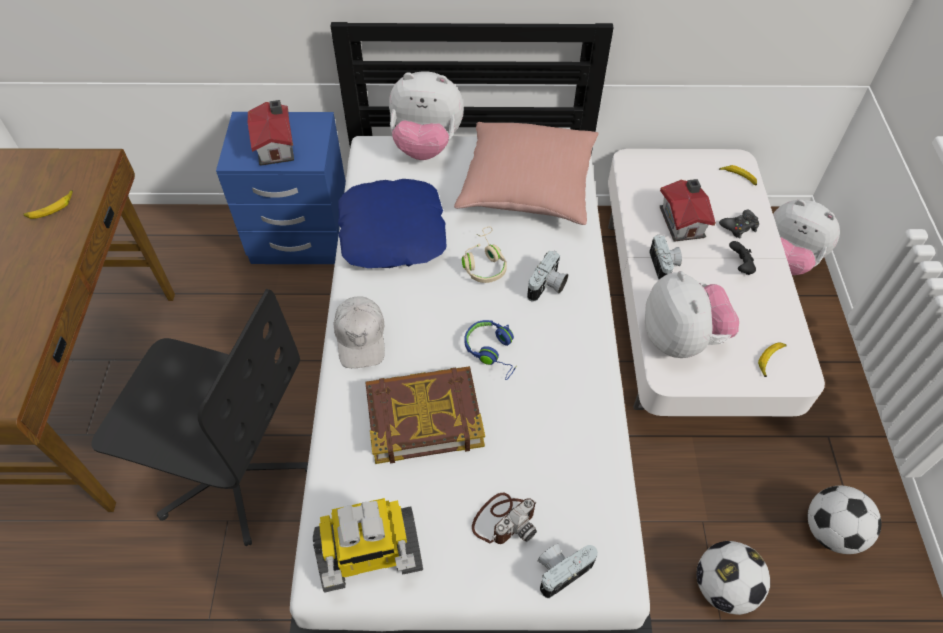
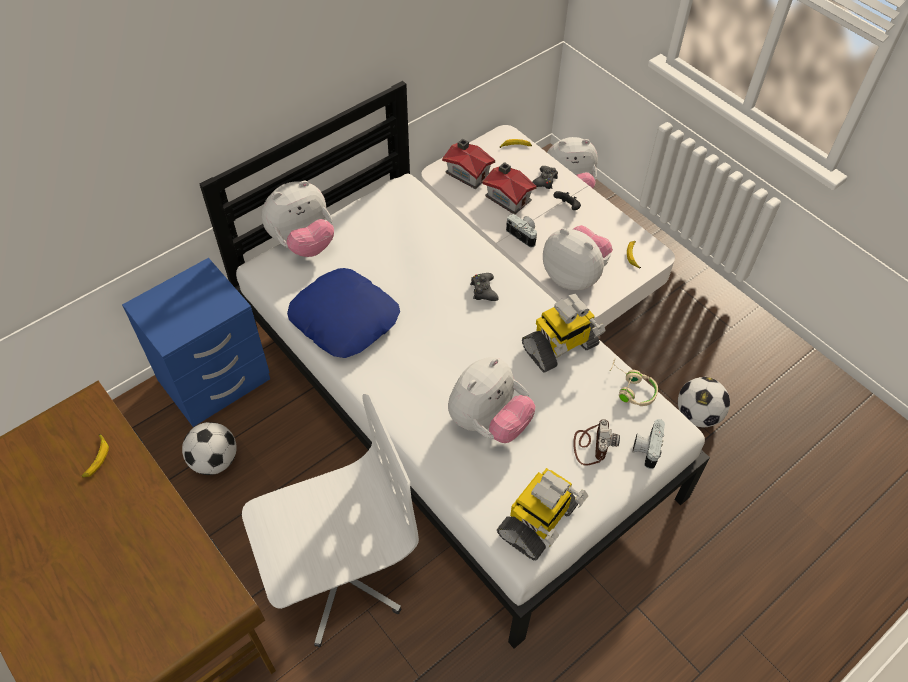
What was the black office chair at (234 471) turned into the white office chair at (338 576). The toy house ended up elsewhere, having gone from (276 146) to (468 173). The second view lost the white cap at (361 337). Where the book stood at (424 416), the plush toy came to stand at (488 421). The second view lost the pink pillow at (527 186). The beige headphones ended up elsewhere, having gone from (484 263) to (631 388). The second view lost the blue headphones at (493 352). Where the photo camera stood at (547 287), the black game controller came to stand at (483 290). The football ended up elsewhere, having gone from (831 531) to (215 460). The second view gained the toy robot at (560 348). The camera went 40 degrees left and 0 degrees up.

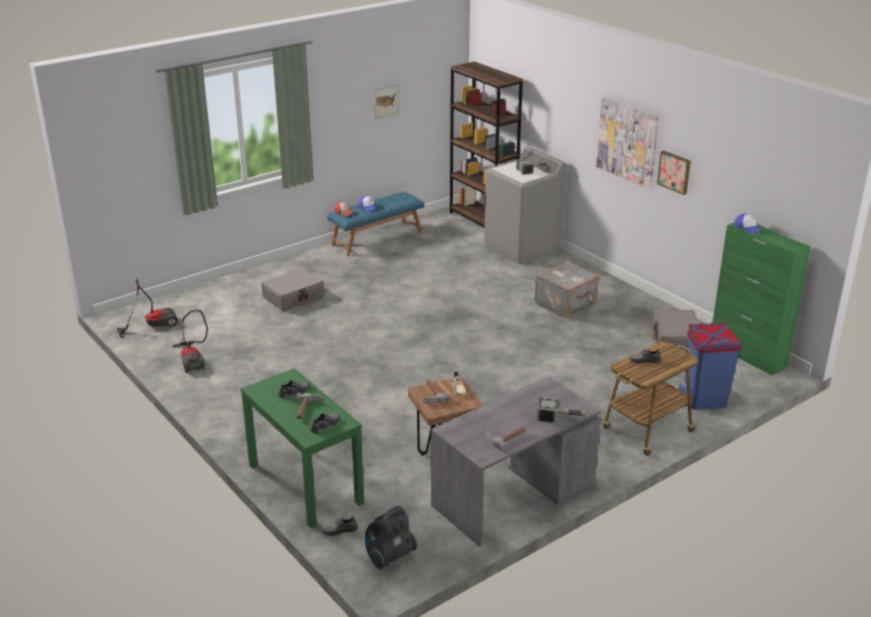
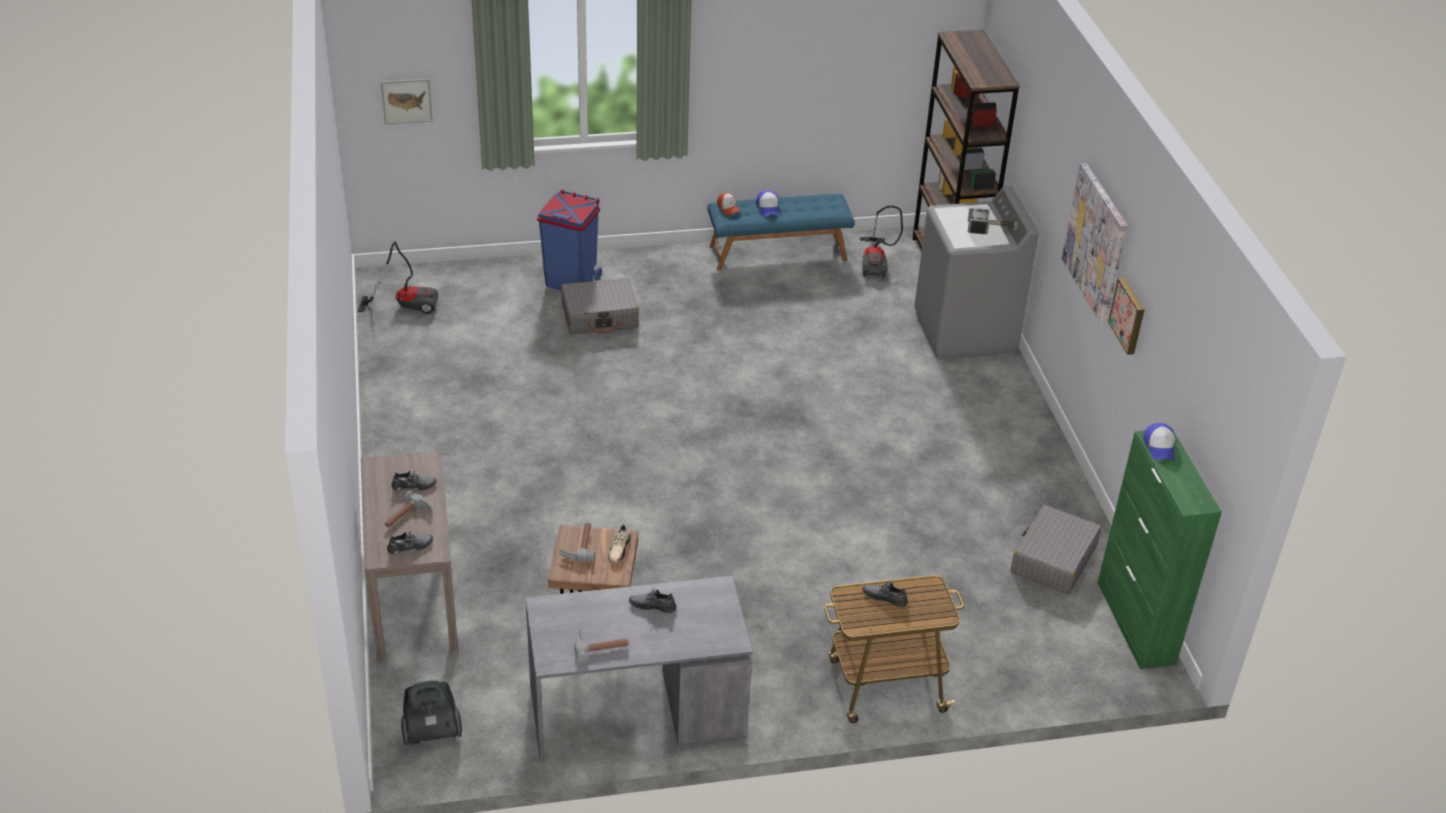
The vacuum cleaner ended up elsewhere, having gone from (192 360) to (876 262). What was the green console table at (304 483) turned into the brown console table at (413 596). The grey shoe ended up elsewhere, having gone from (340 530) to (652 605). The picture ended up elsewhere, having gone from (385 101) to (406 101). The second view lost the grey suitcase at (566 304). The second view lost the hammer at (561 417). The blue trash can ended up elsewhere, having gone from (704 399) to (571 281). The camera went 25 degrees right and 10 degrees up.

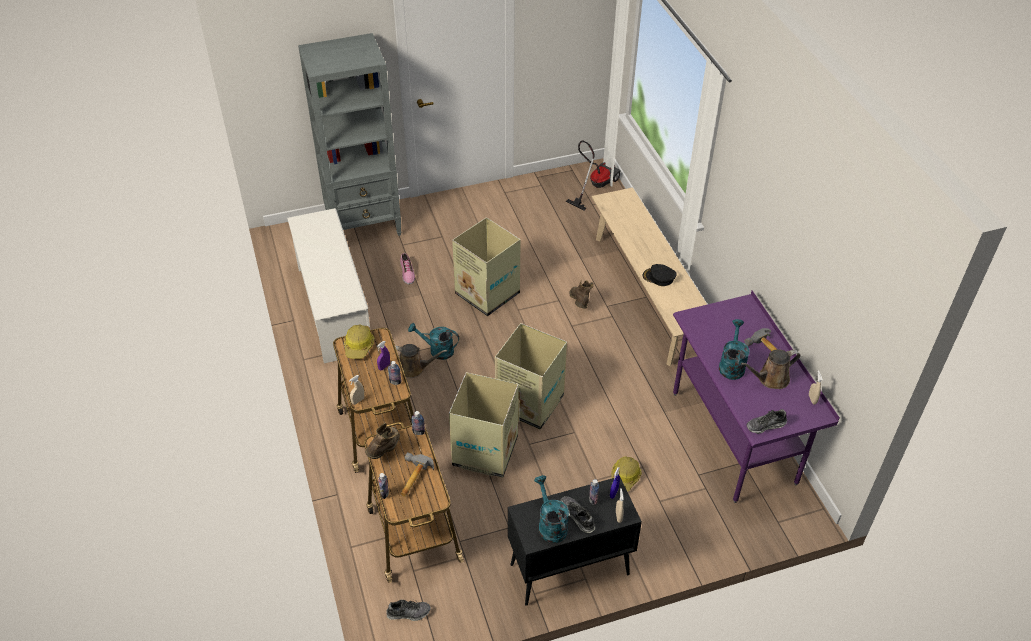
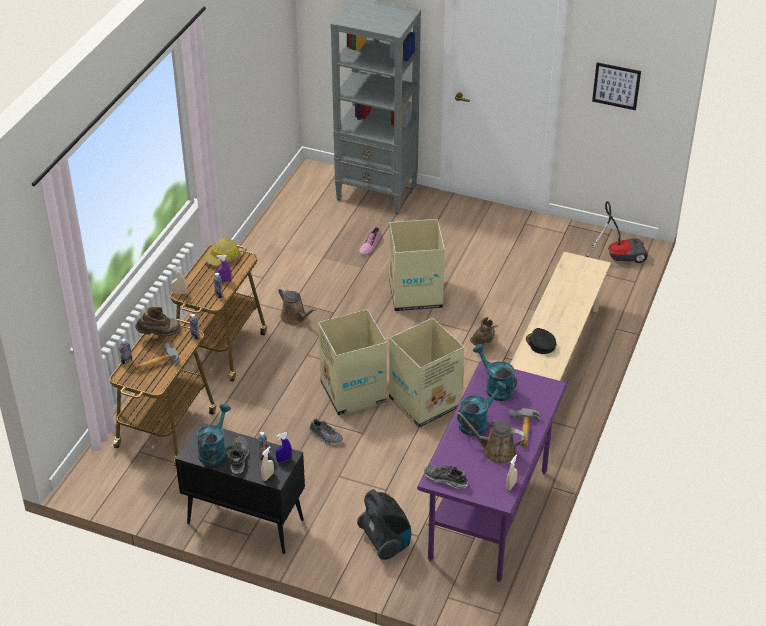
The second view lost the white shoe rack at (334 309). The shoe ended up elsewhere, having gone from (408 613) to (326 437). The turquoise watering can ended up elsewhere, having gone from (437 350) to (495 388). The cardboard box ended up elsewhere, having gone from (484 452) to (423 403). The second view lost the hard hat at (625 477). The second view gained the vacuum cleaner at (385 542). The second view gained the picture at (616 86). The camera went 40 degrees right and 5 degrees down.

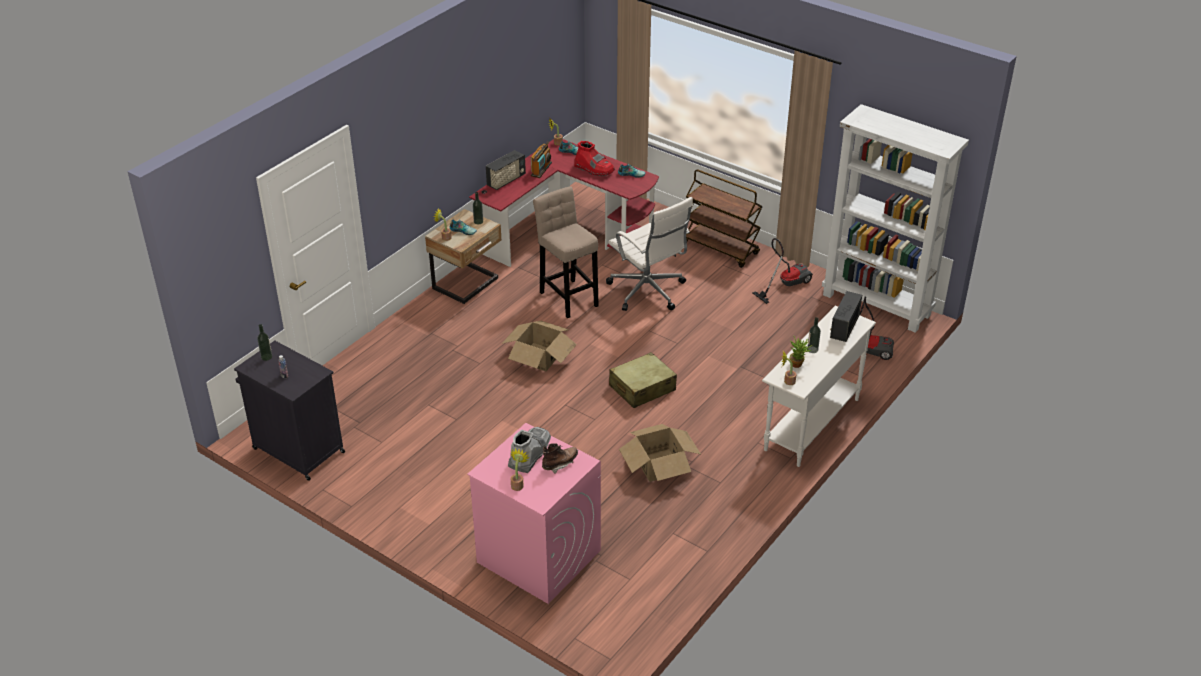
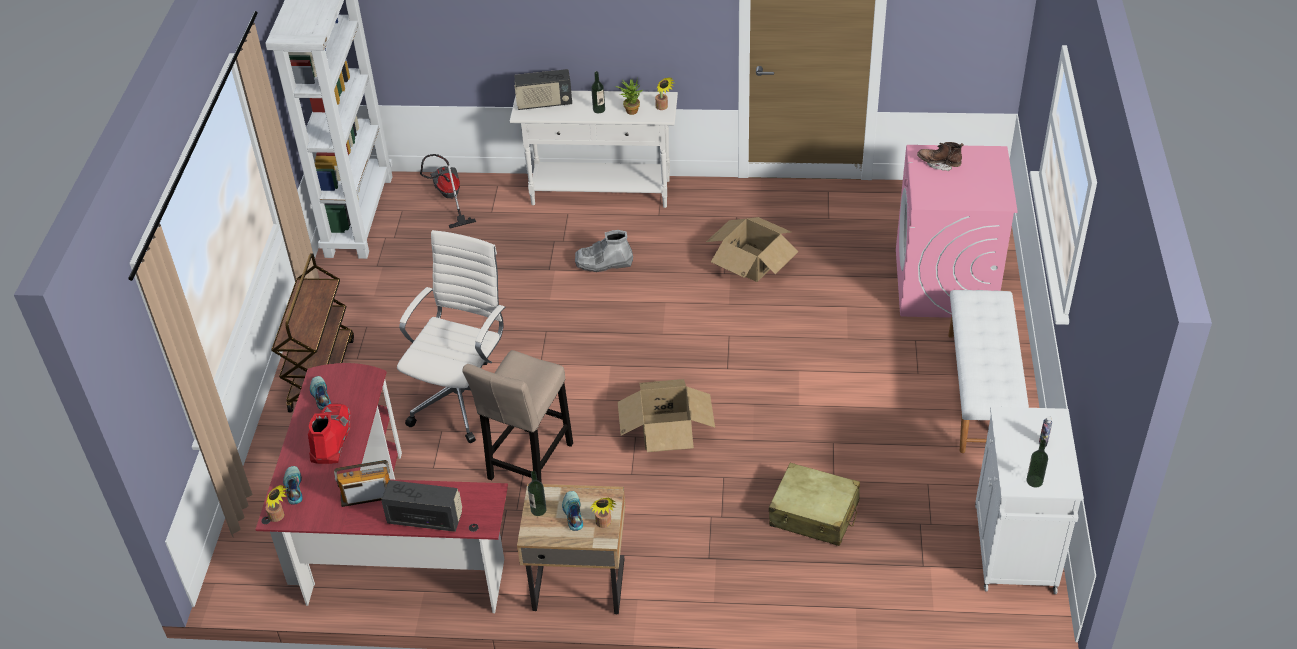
What was the black cabinet at (297 450) turned into the white cabinet at (1015 551). The grey boot ended up elsewhere, having gone from (529 454) to (603 263). The second view lost the potted plant at (518 484). The beige suitcase ended up elsewhere, having gone from (642 388) to (814 514). The second view lost the vacuum cleaner at (785 284). The second view gained the white bench at (982 392). The camera went 120 degrees left and 5 degrees up.

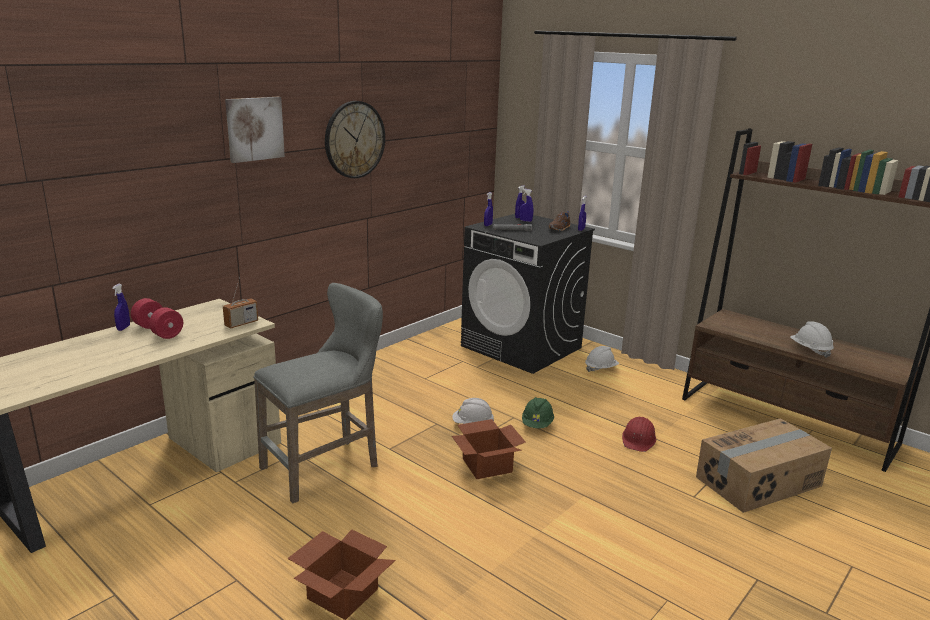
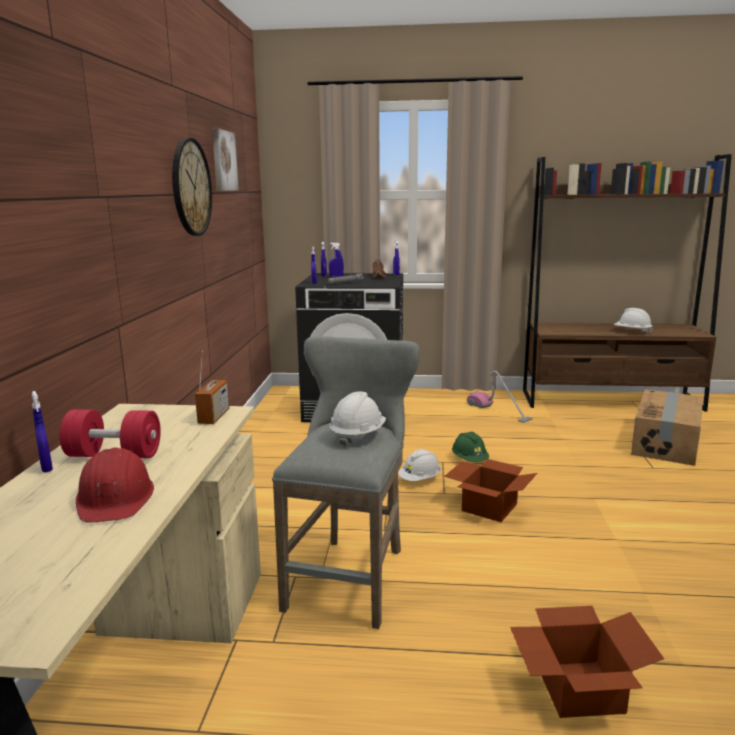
The picture ended up elsewhere, having gone from (254 129) to (223 161). The white hard hat ended up elsewhere, having gone from (601 368) to (357 436). The red hard hat ended up elsewhere, having gone from (638 439) to (115 497). The second view gained the vacuum cleaner at (498 411). The camera went 35 degrees left and 5 degrees down.

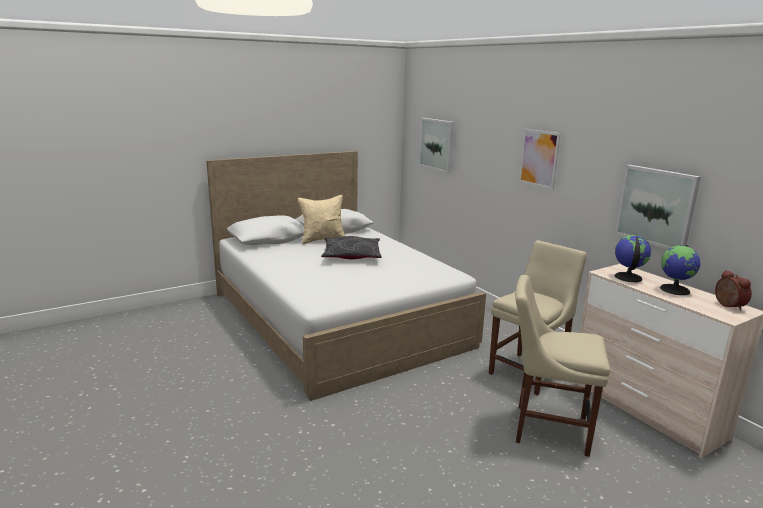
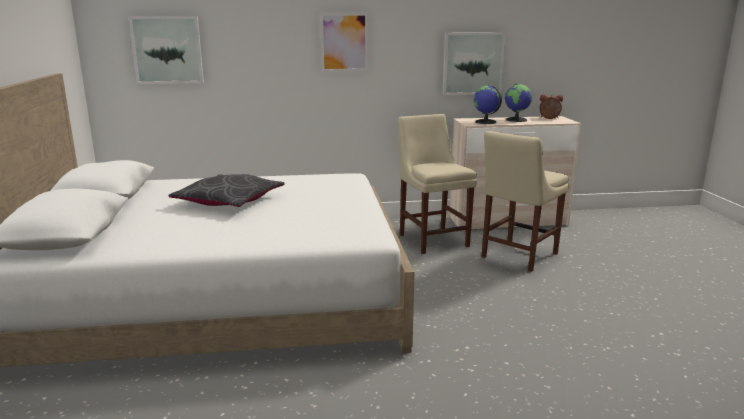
The second view lost the beige pillow at (322 240). The camera went 65 degrees left and 0 degrees up.

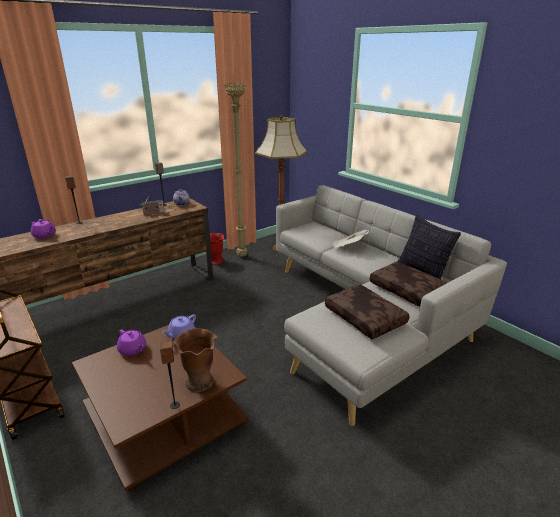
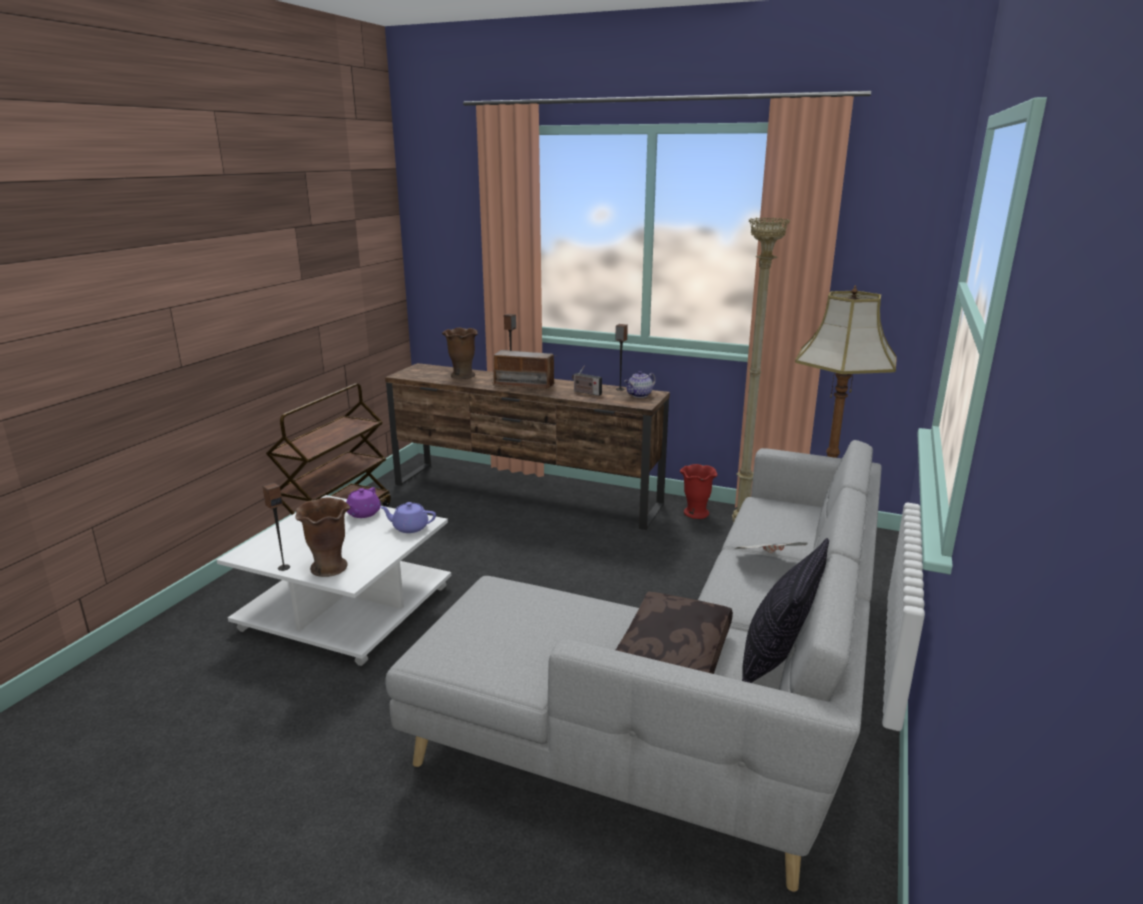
Where the purple teapot stood at (45 235), the brown vase came to stand at (462 375). What was the brown coffee table at (167 418) turned into the white coffee table at (347 609). The second view lost the brown pillow at (366 318). The second view gained the radio at (524 385). The camera went 60 degrees right and 5 degrees down.

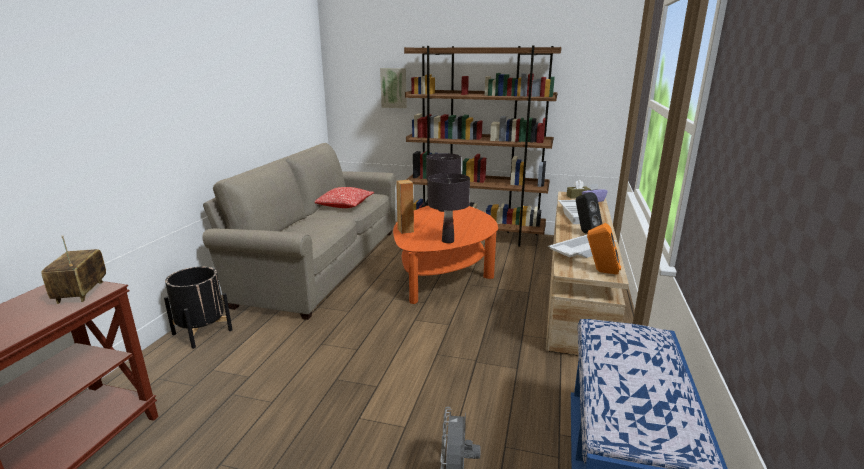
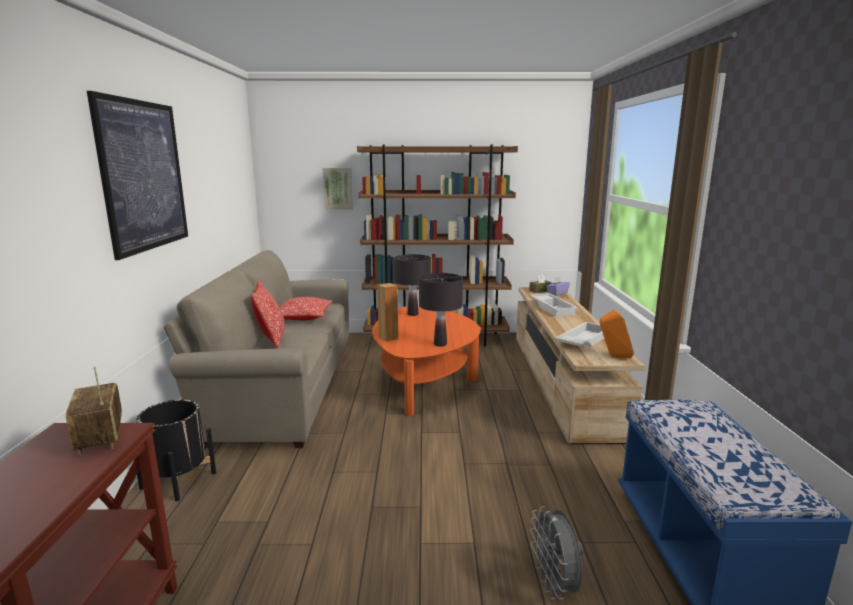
The second view lost the black speaker at (585 232). The second view gained the picture at (144 176). The second view gained the pillow at (271 340). The camera went 15 degrees left and 5 degrees down.

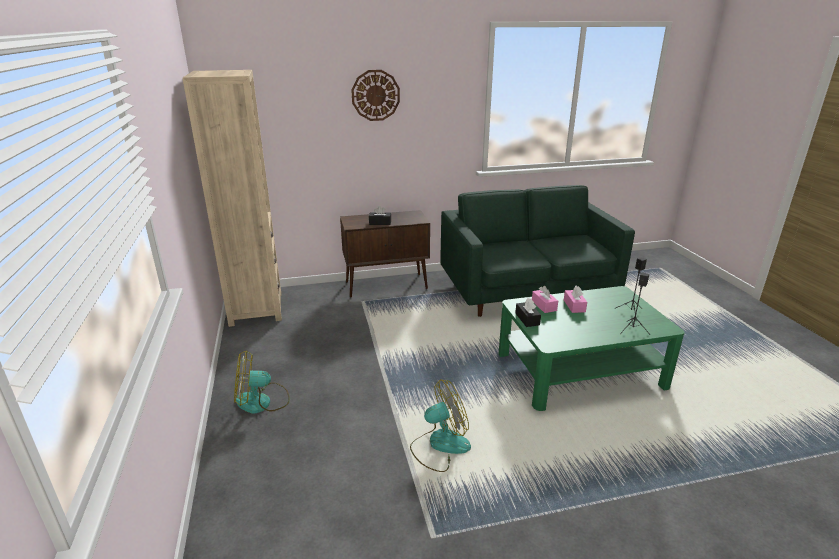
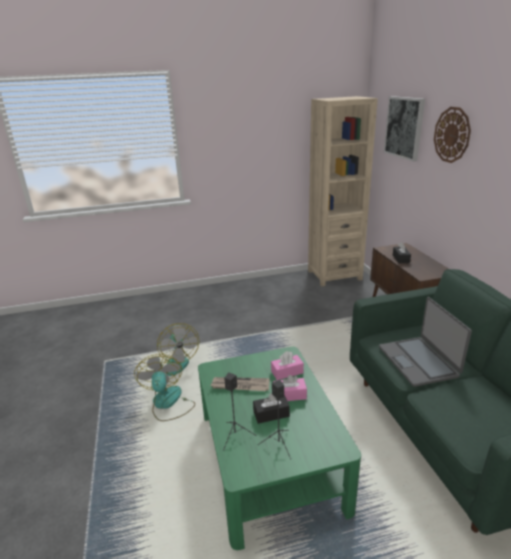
The fan ended up elsewhere, having gone from (262 402) to (168 403). The black tissue box ended up elsewhere, having gone from (527 319) to (271 414). The second view gained the newspaper at (240 386). The second view gained the laptop at (418 361). The second view gained the picture at (404 127). The camera went 90 degrees right and 0 degrees up.

